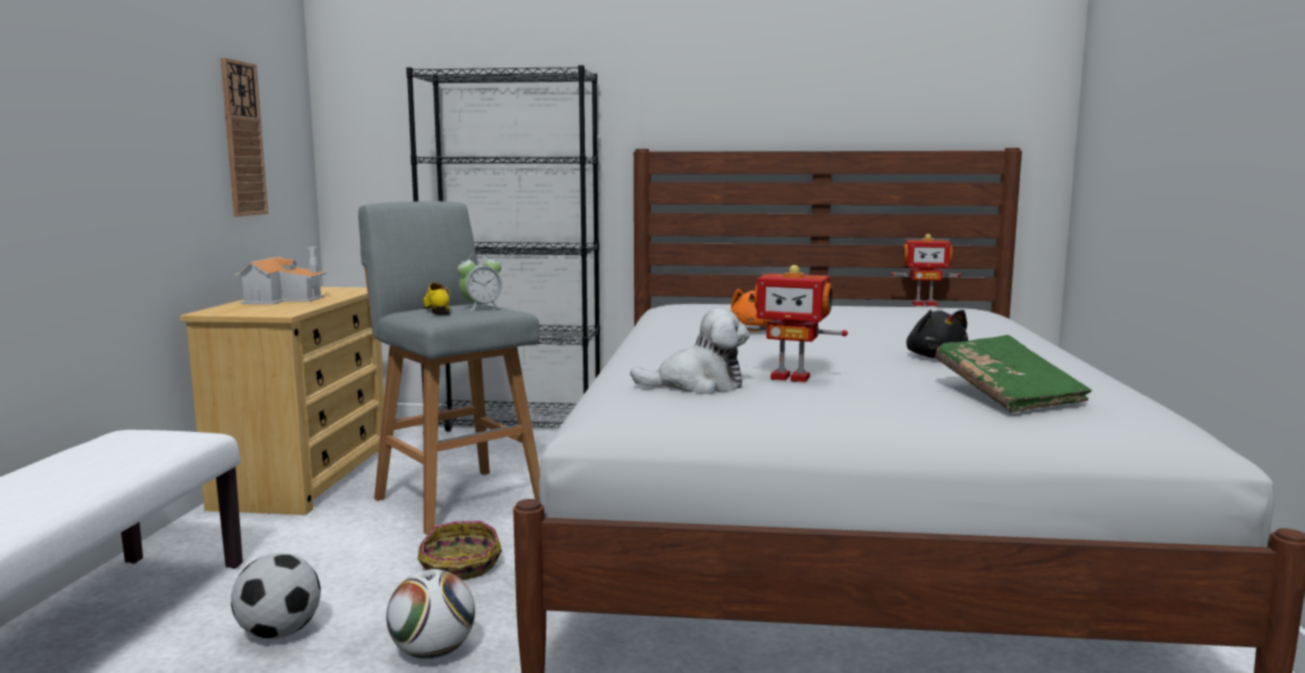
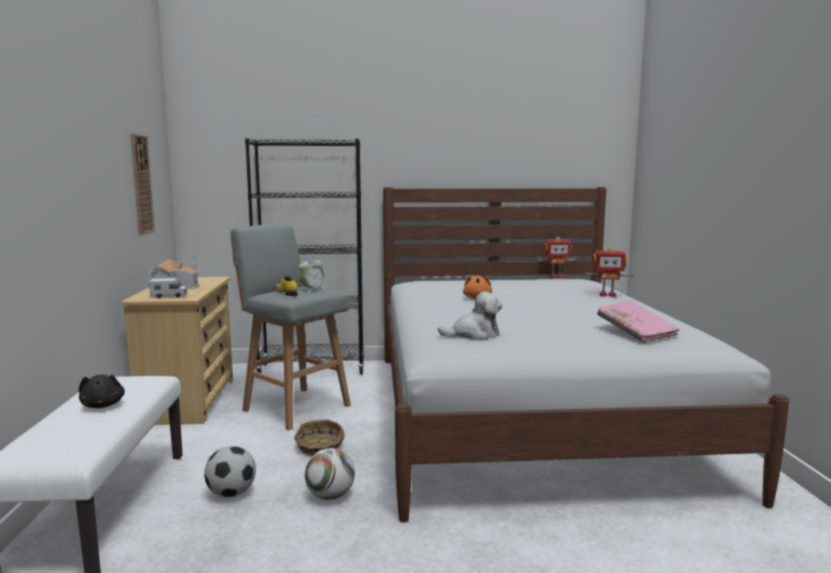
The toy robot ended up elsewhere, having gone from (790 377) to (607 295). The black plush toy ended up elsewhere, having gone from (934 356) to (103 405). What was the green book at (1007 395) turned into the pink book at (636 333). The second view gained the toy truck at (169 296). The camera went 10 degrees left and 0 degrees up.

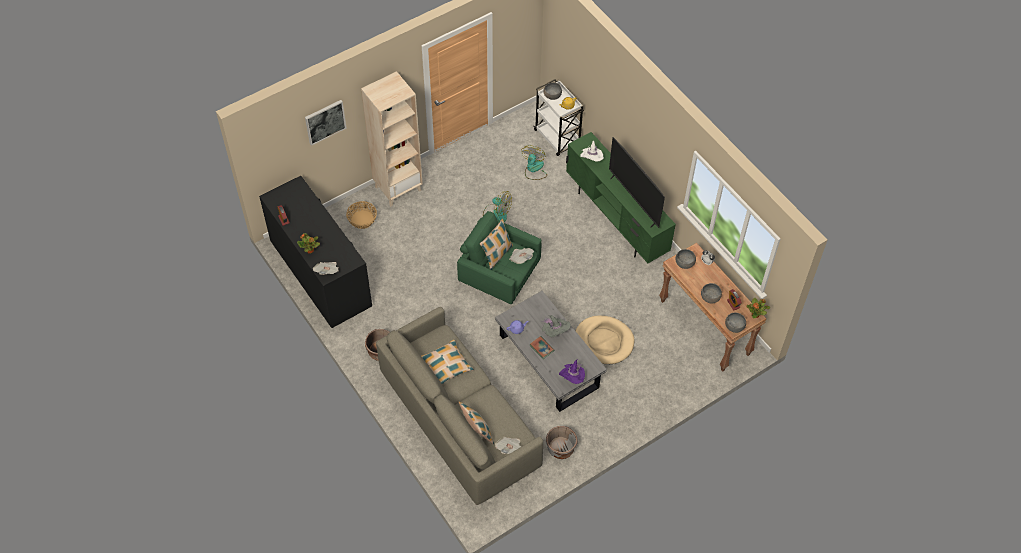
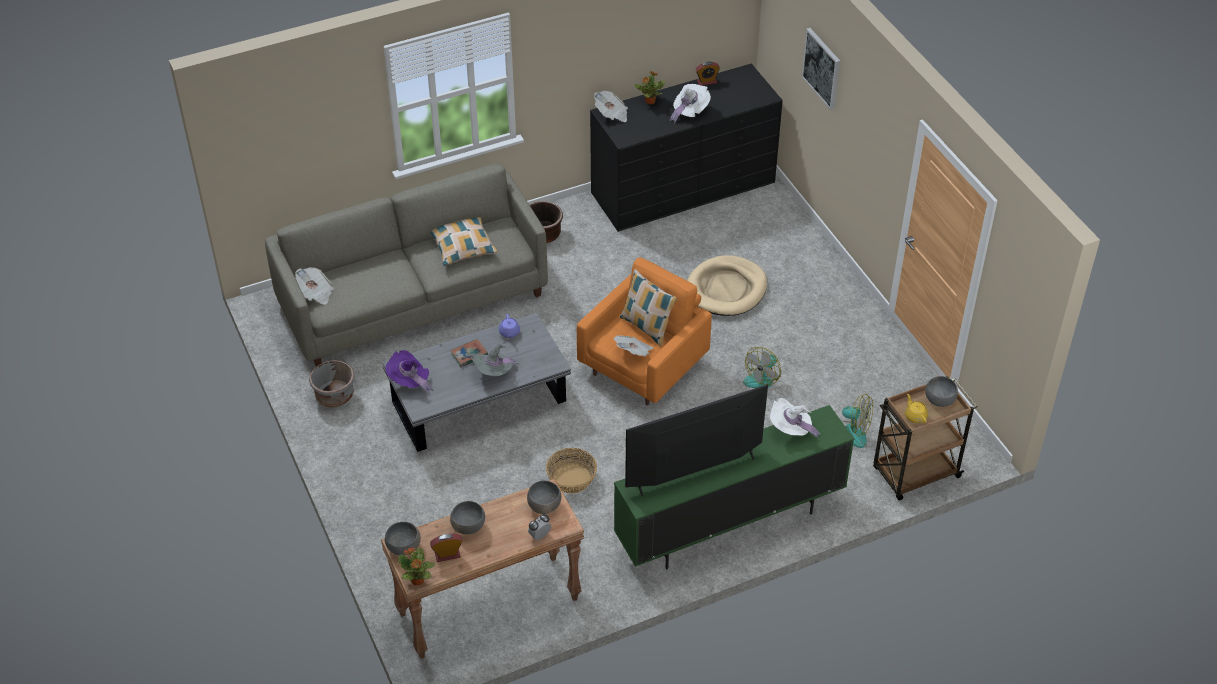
The basket ended up elsewhere, having gone from (362 219) to (571 479). The second view lost the beige bookcase at (398 188). What was the green armchair at (499 275) turned into the orange armchair at (644 366). The second view lost the pillow at (476 431). What was the white cart at (557 138) turned into the brown cart at (914 473). The beige dog bed ended up elsewhere, having gone from (604 341) to (726 289). The second view gained the white hat at (689 111). The camera went 100 degrees right and 10 degrees down.

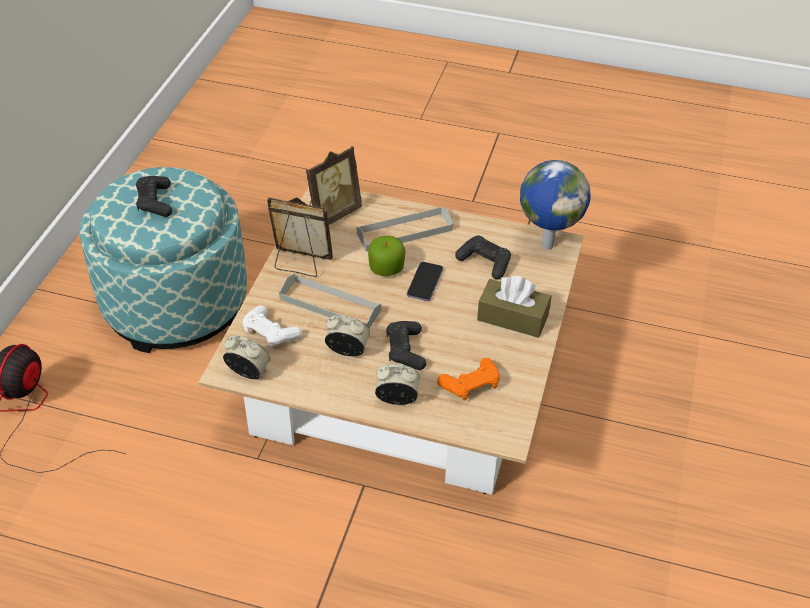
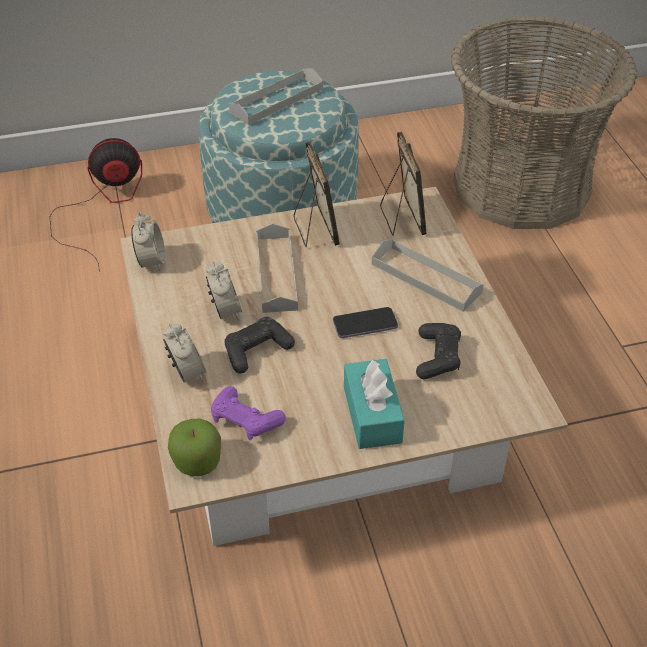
Where the black game controller stood at (155 202), the grey tray came to stand at (276 100). The second view lost the white game controller at (270 333). The picture frame at (331 214) ended up facing another way, 120 degrees counterclockwise from before. The apple ended up elsewhere, having gone from (386 268) to (197 461). What was the orange game controller at (470 385) turned into the purple game controller at (245 420). What was the brown tissue box at (512 317) turned into the turquoise tissue box at (372 414). The second view lost the globe at (546 244). The second view gained the basket at (521 186). The camera went 60 degrees right and 0 degrees up.

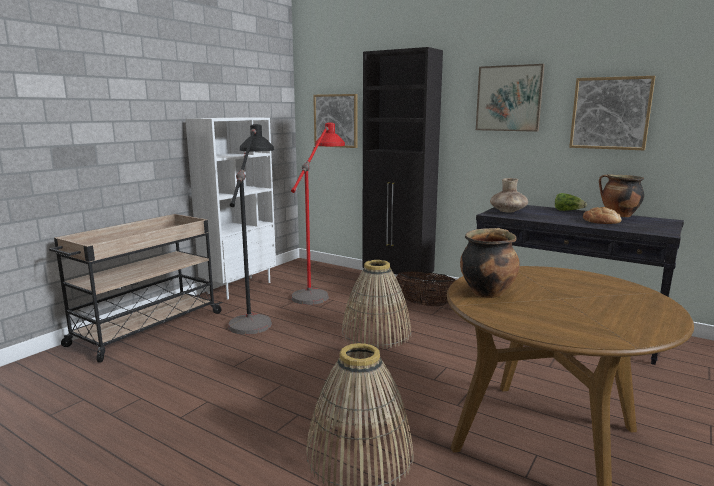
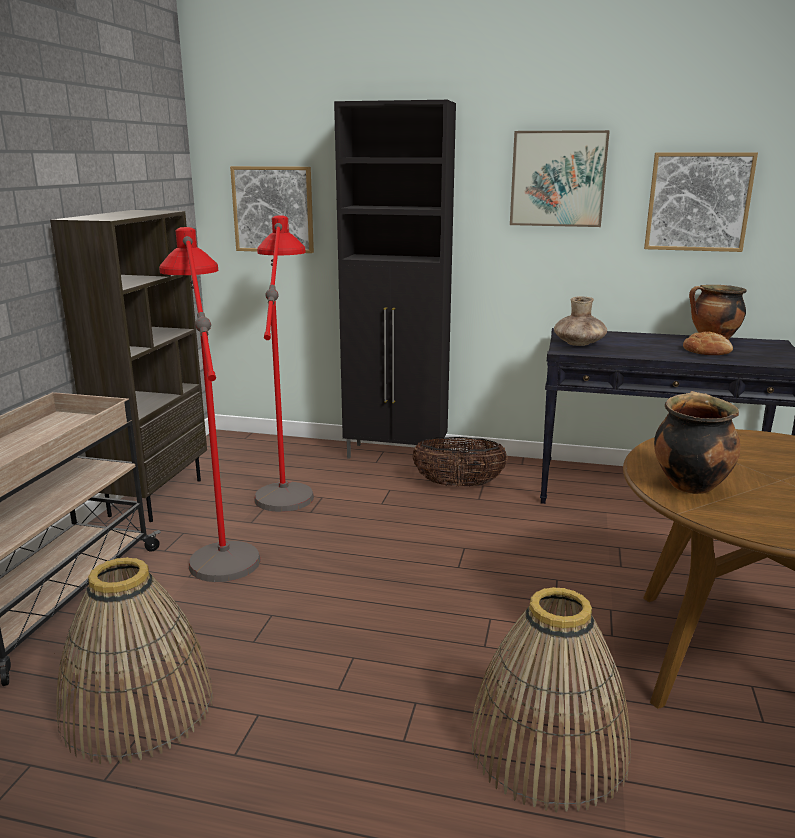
What was the white bookcase at (239 287) turned into the brown bookcase at (155 497). What was the black floor lamp at (256 313) turned into the red floor lamp at (219 539). The basket ended up elsewhere, having gone from (376 333) to (138 707). The second view lost the lettuce at (568 211). The camera went 20 degrees left and 5 degrees up.

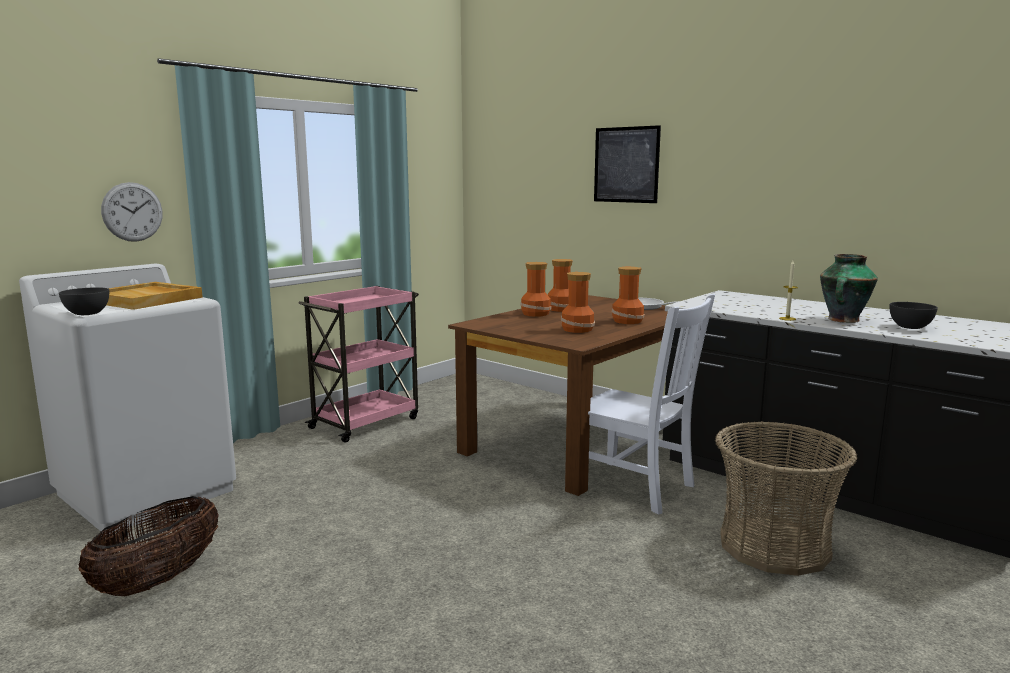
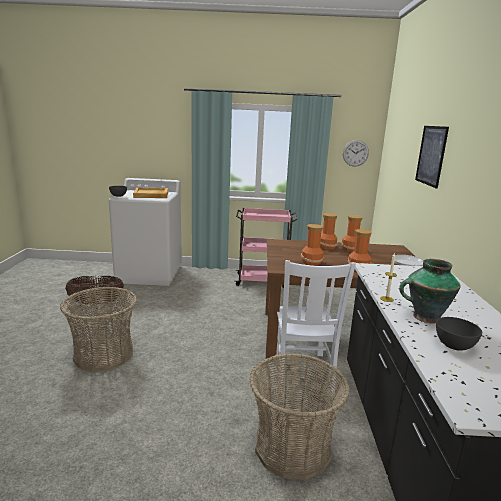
The wall clock ended up elsewhere, having gone from (132 212) to (355 153). The second view gained the basket at (104 354). The camera went 50 degrees right and 5 degrees up.

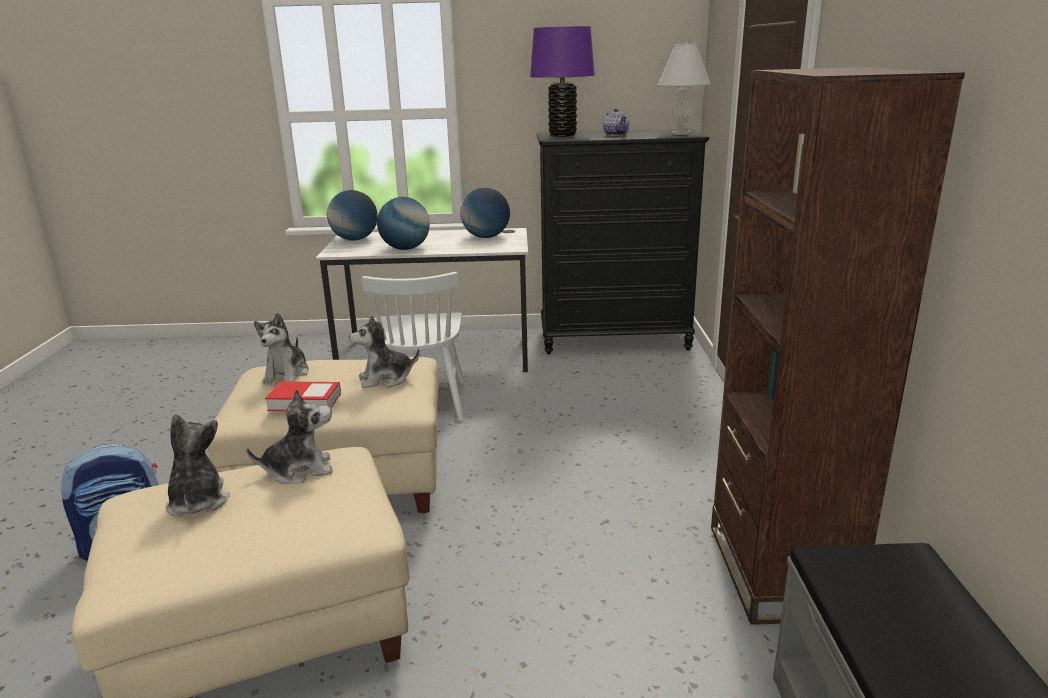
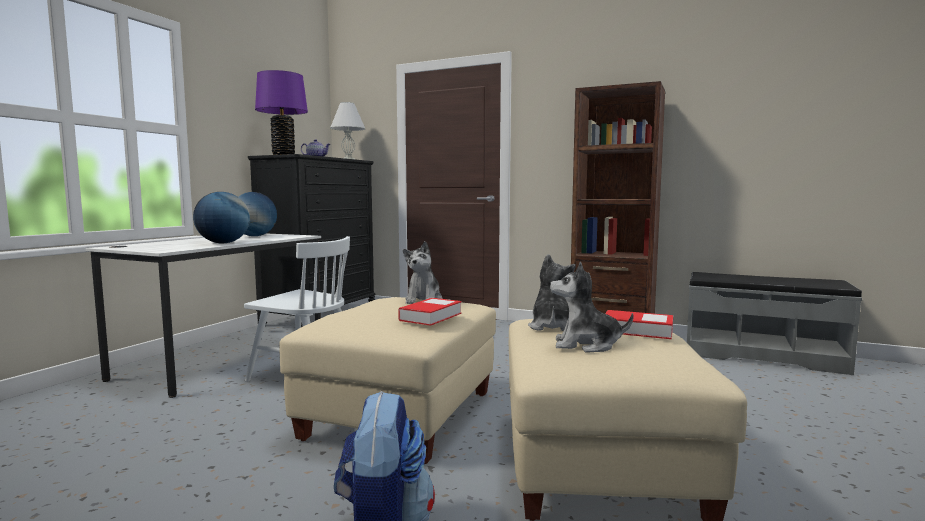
The second view lost the plush toy at (287 374). The second view lost the globe at (355 239). The second view gained the book at (637 330). The camera went 65 degrees left and 15 degrees down.

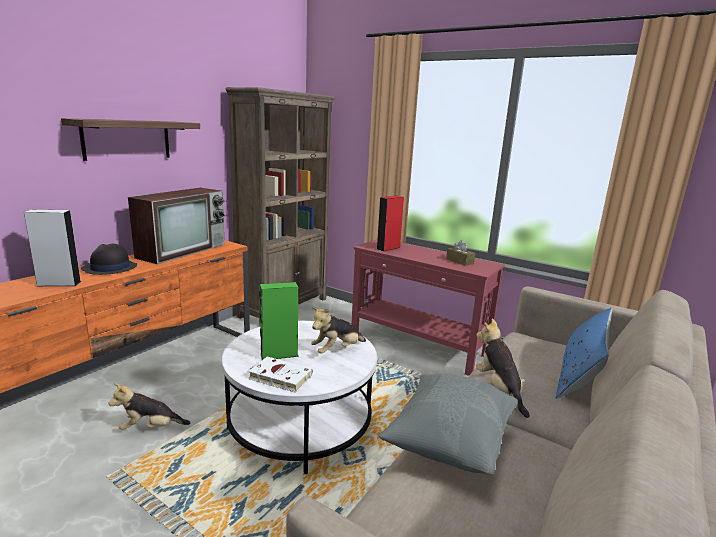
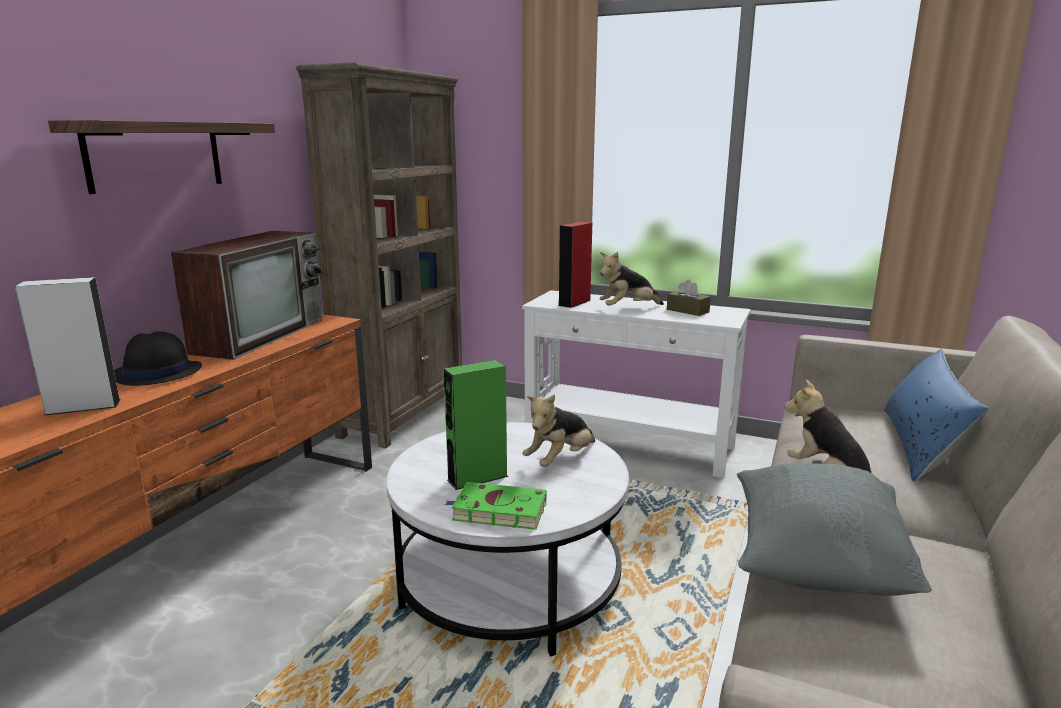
The plush toy ended up elsewhere, having gone from (150 428) to (628 309). What was the white book at (279 377) turned into the green book at (497 511). What was the red console table at (418 345) turned into the white console table at (629 444). The camera went 10 degrees left and 0 degrees up.

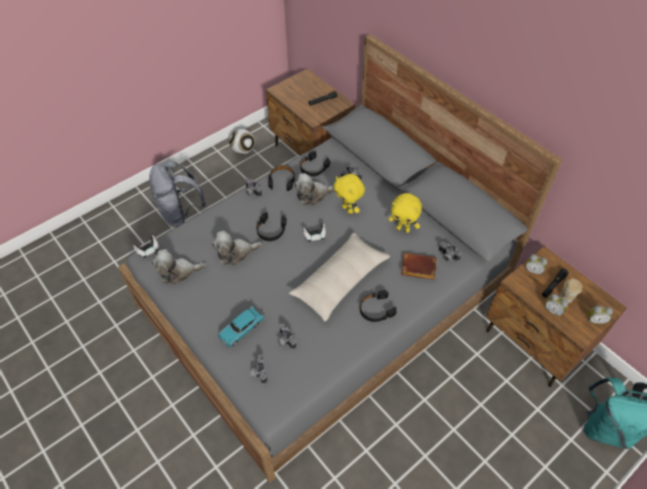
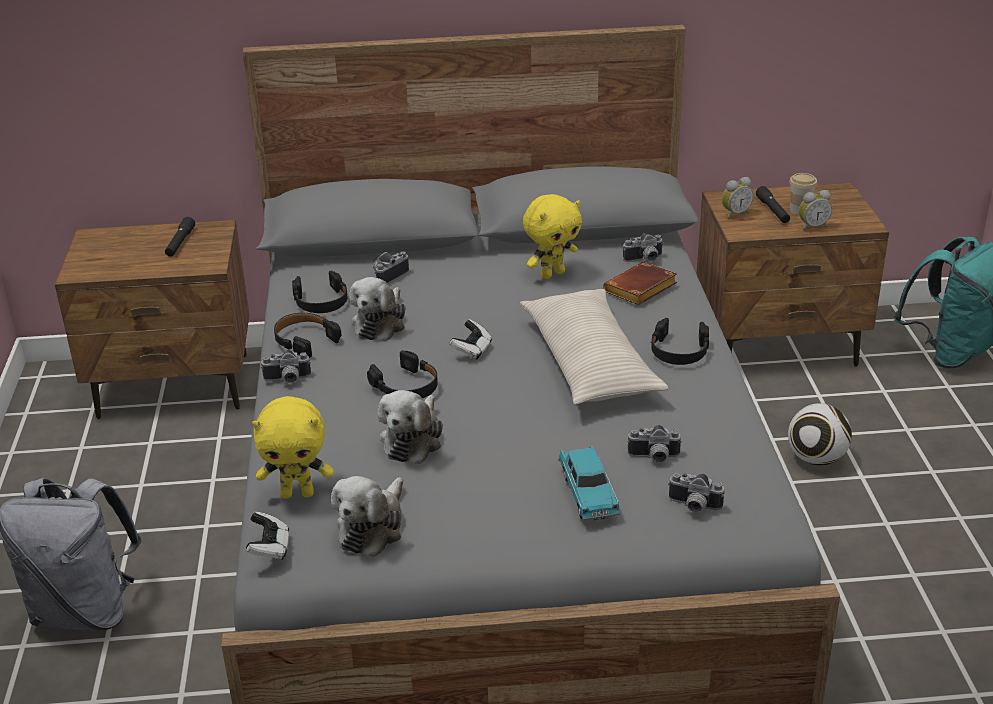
The football ended up elsewhere, having gone from (243 151) to (816 458). The yellow plush toy ended up elsewhere, having gone from (348 209) to (298 493). The second view lost the alarm clock at (594 320). The camera went 55 degrees left and 20 degrees down.

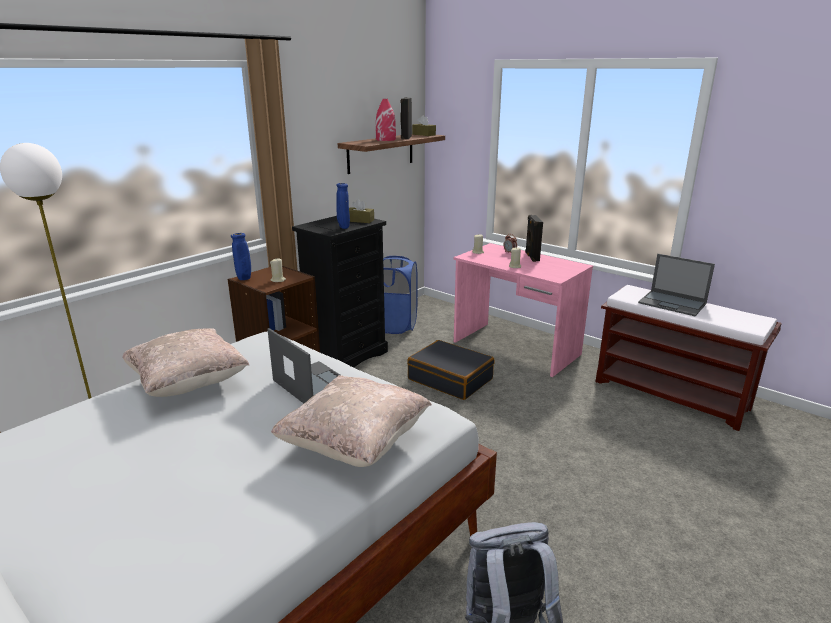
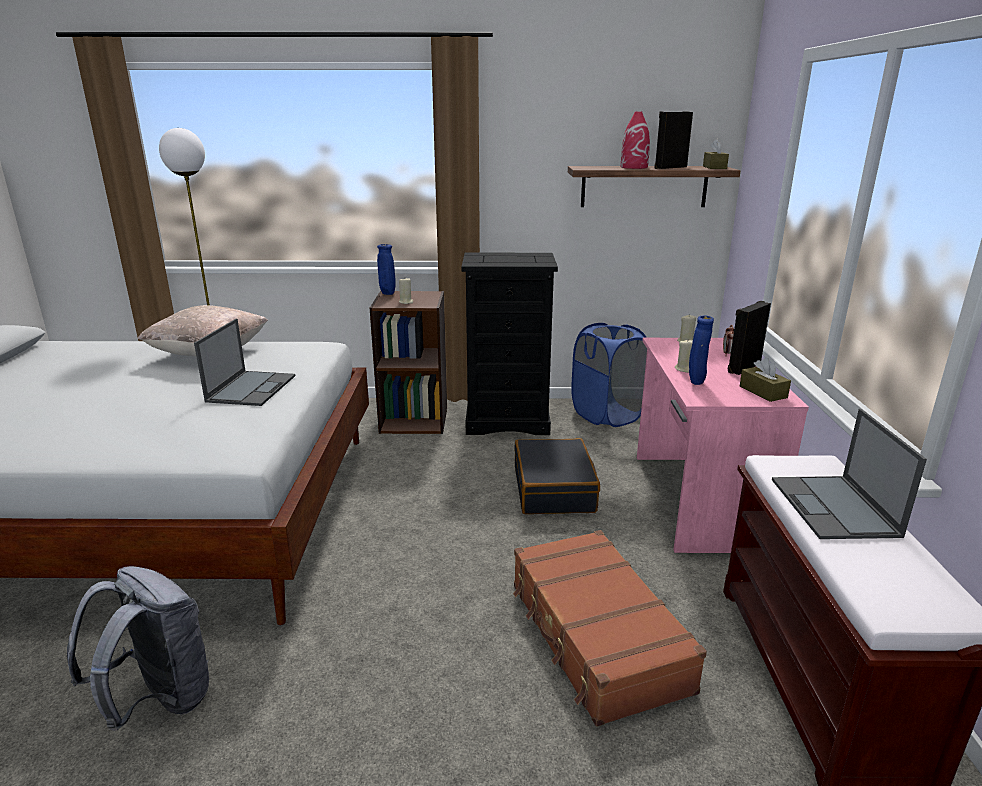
The second view lost the beige pillow at (355 444). The blue vase ended up elsewhere, having gone from (343 228) to (696 382). The brown tissue box ended up elsewhere, having gone from (360 220) to (763 392). The second view gained the brown suitcase at (595 636). The camera went 50 degrees right and 0 degrees up.

